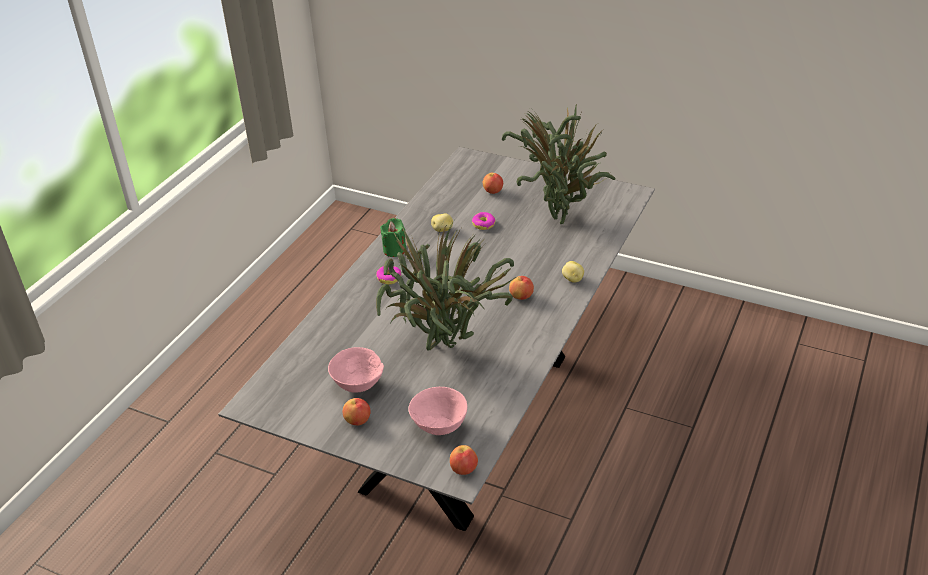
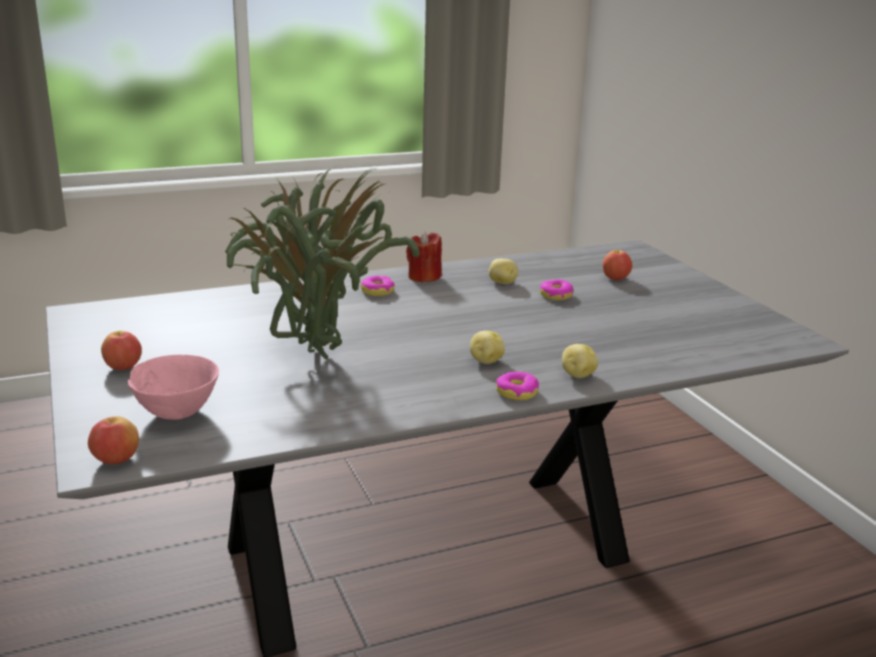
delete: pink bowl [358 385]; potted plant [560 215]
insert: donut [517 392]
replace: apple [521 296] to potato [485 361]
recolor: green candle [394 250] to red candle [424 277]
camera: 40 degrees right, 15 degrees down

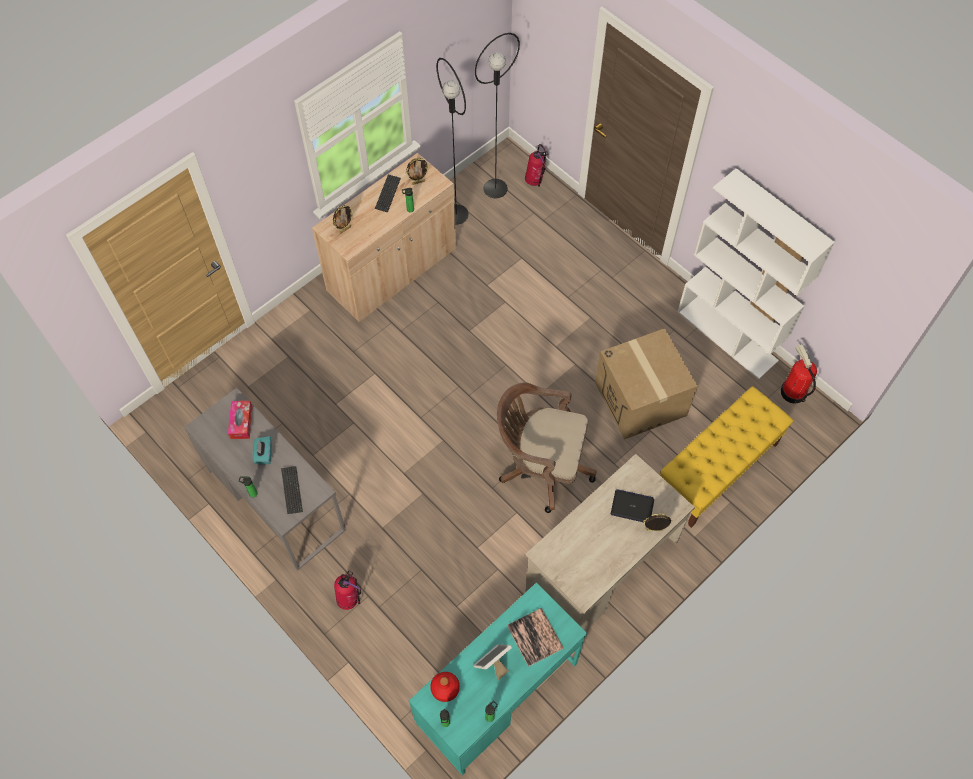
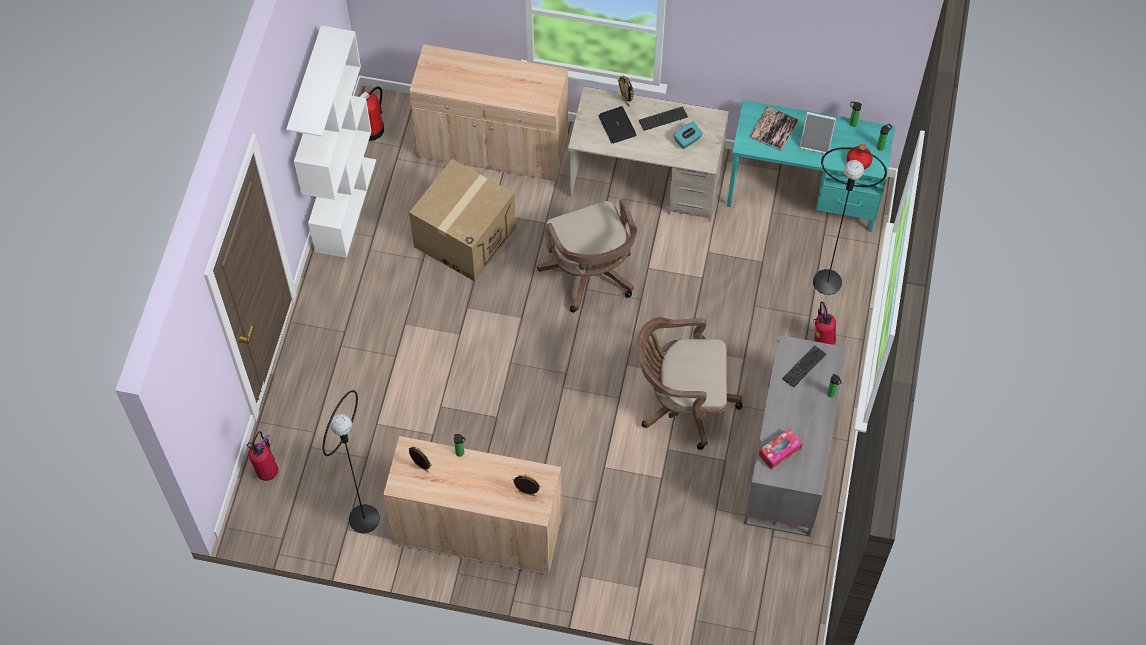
insert: brown office chair [682 402]
move: keyboard [388 194] to [663 119]; turquoise tissue box [264 454] to [687 140]; black floor lamp [495 188] to [827 282]
replace: yellow bench [716 470] to beige cabinet [493 148]
camera: 125 degrees left, 0 degrees up

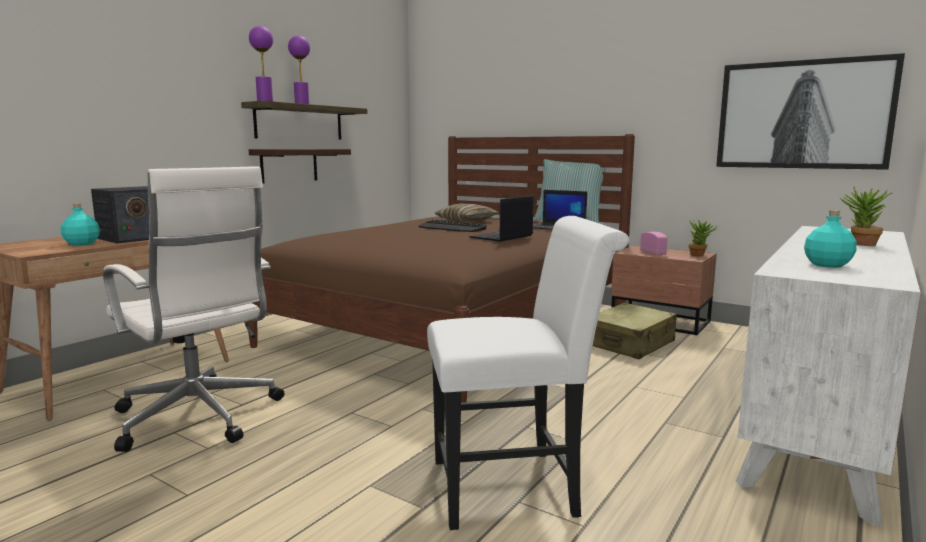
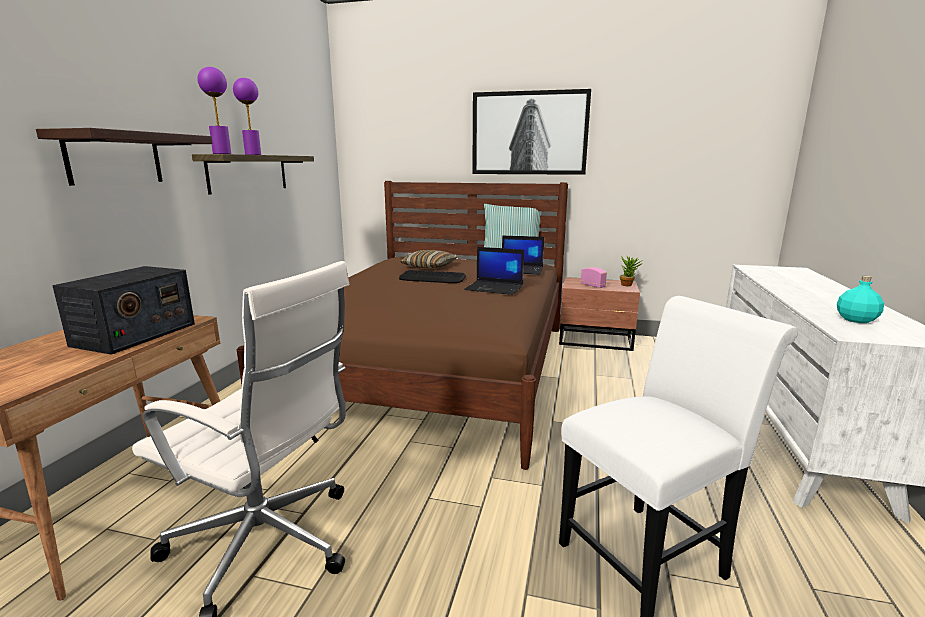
delete: turquoise bottle [81 244]; beige suitcase [630 343]; potted plant [860 244]
move: shelf [289 165] to [115 158]; picture [803 115] to [529 133]
rotate: laptop [501 237] = [495 288] 90 degrees counterclockwise
camera: 20 degrees left, 5 degrees up

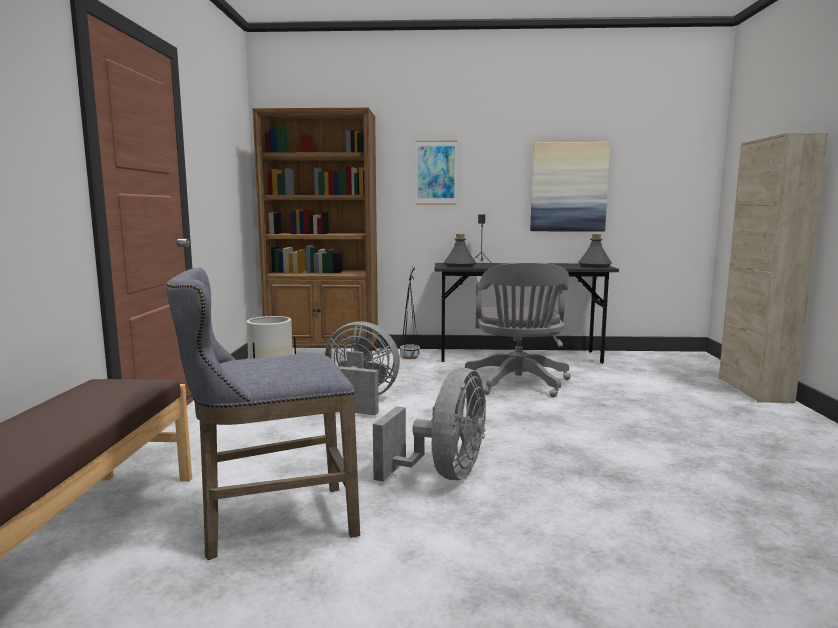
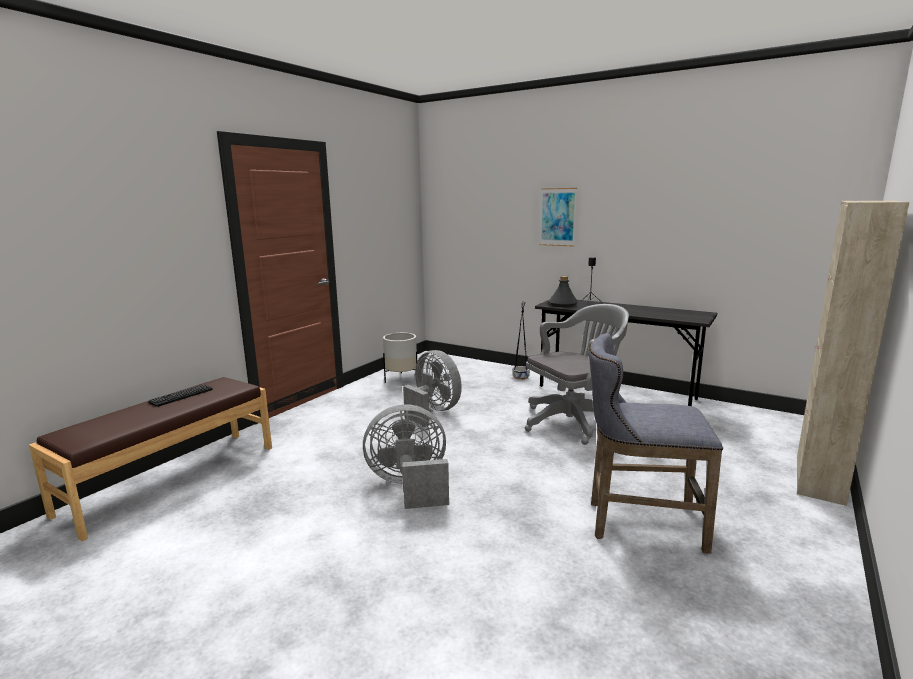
delete: brown bookcase [324 354]; picture [568 187]; grey bottle [594 266]
insert: keyboard [181 396]
move: grey stool [270 524] to [638 523]
rotate: grey fan [444 474] = [410 486] 150 degrees counterclockwise; grey office chair [518 384] = [574 421] 150 degrees counterclockwise
camera: 30 degrees right, 5 degrees up

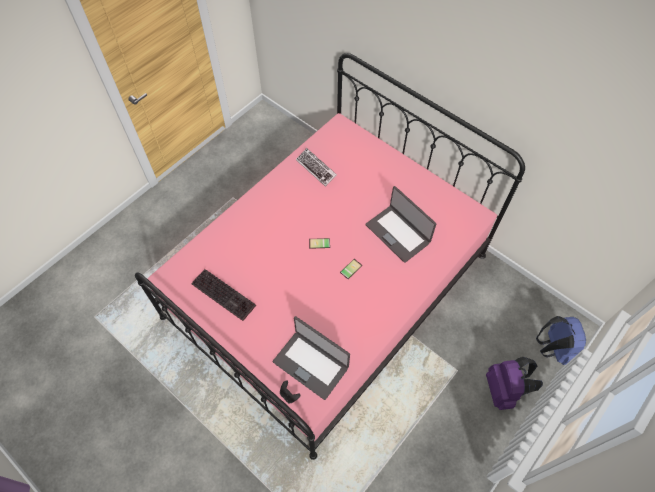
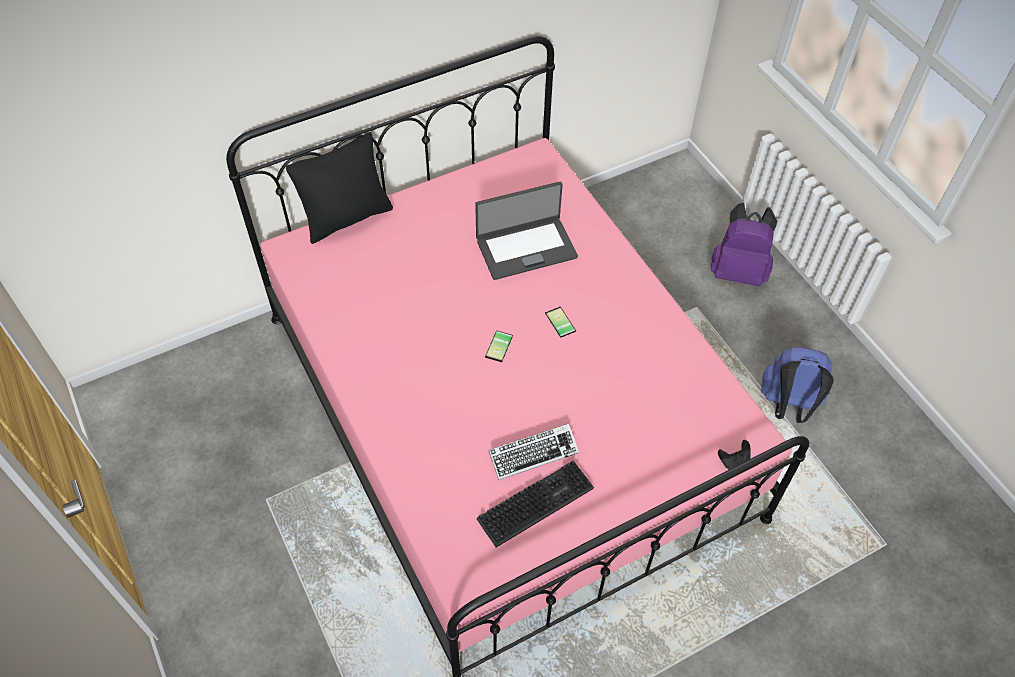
delete: laptop [311 364]
insert: black pillow [347 218]
move: keyboard [316 169] to [533 454]; blue backpack [553 348] to [788 405]
camera: 70 degrees left, 5 degrees down

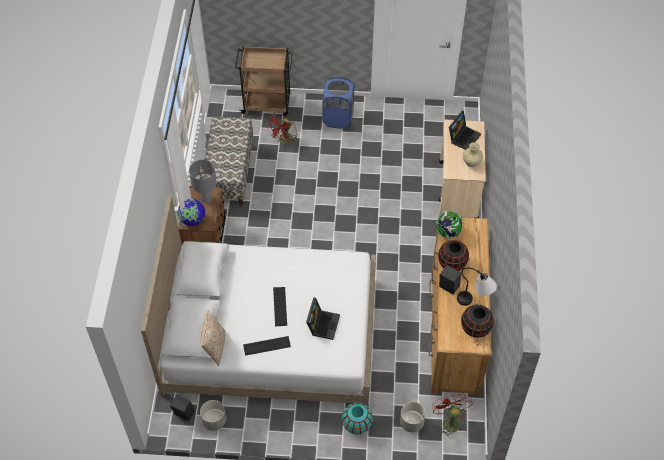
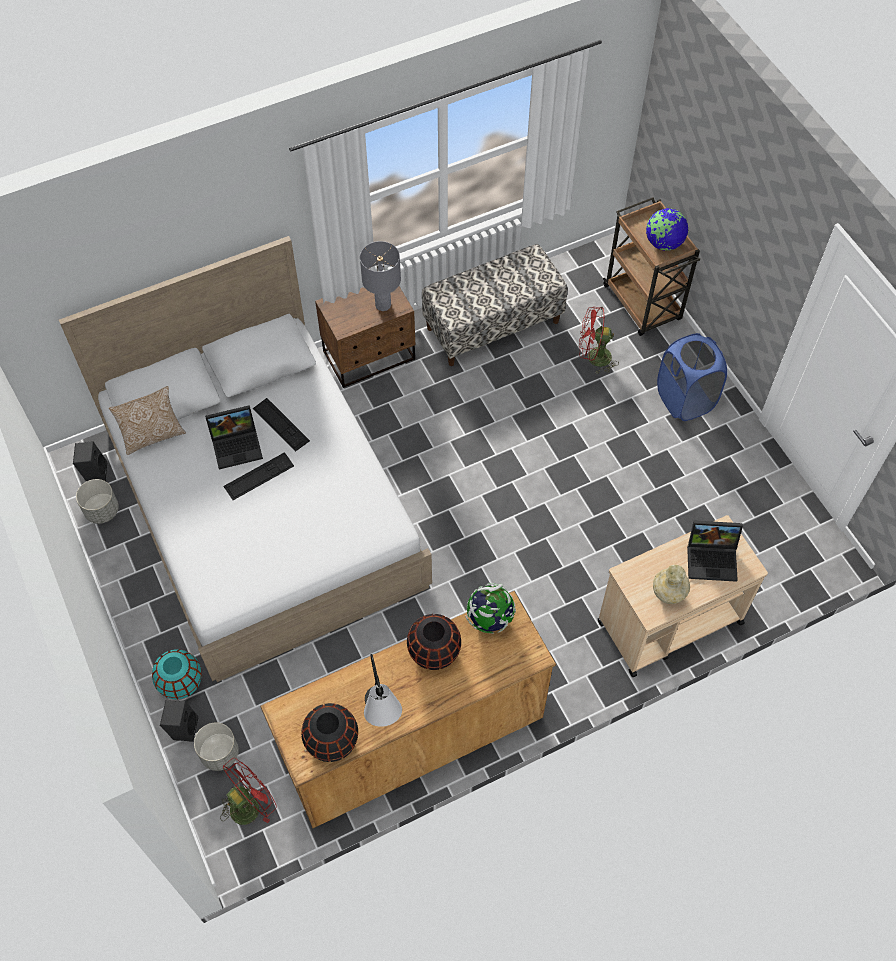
move: black speaker [447 287] to [183 727]; laptop [322 323] to [238 445]; keyboard [267 346] to [281 424]; globe [192 220] to [663 243]
camera: 60 degrees right, 5 degrees up

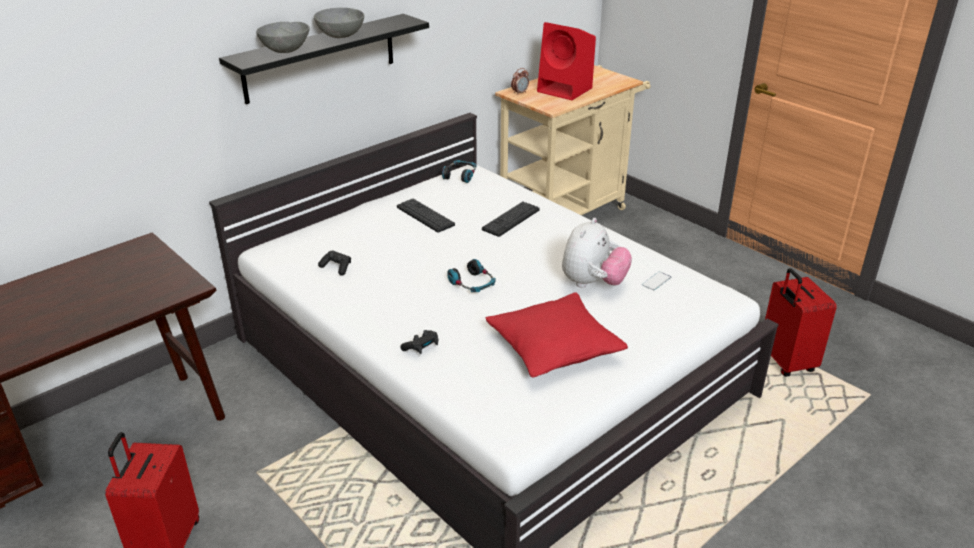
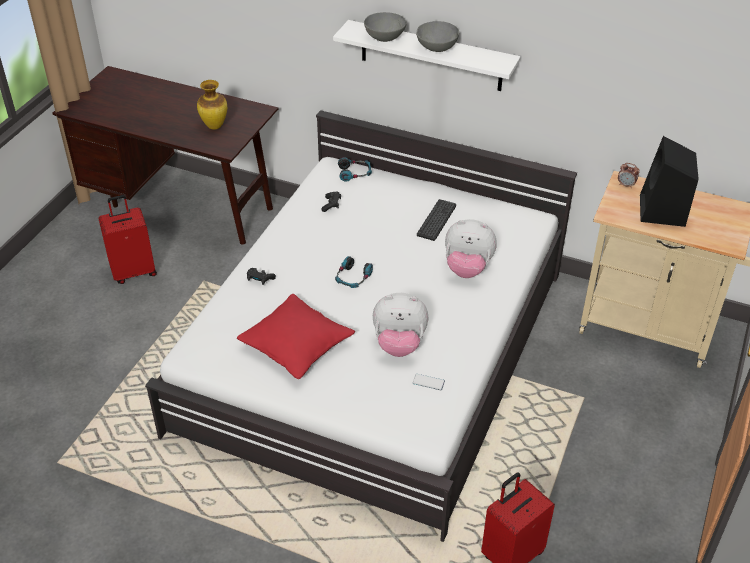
insert: vase [215 126]
move: headphones [460 175] to [355 173]
replace: keyboard [511 219] to plush toy [467 268]
recolor: black shelf [320 58] to white shelf [431 56]; red speaker [566 90] to black speaker [662 211]
camera: 65 degrees right, 10 degrees up

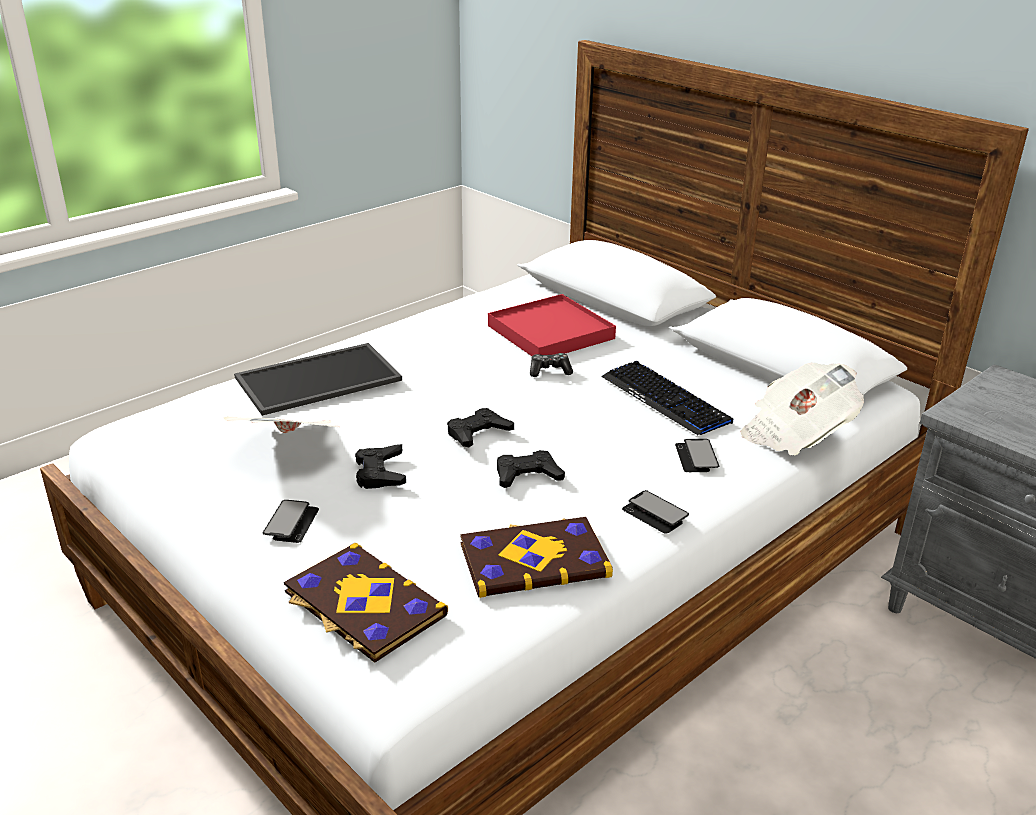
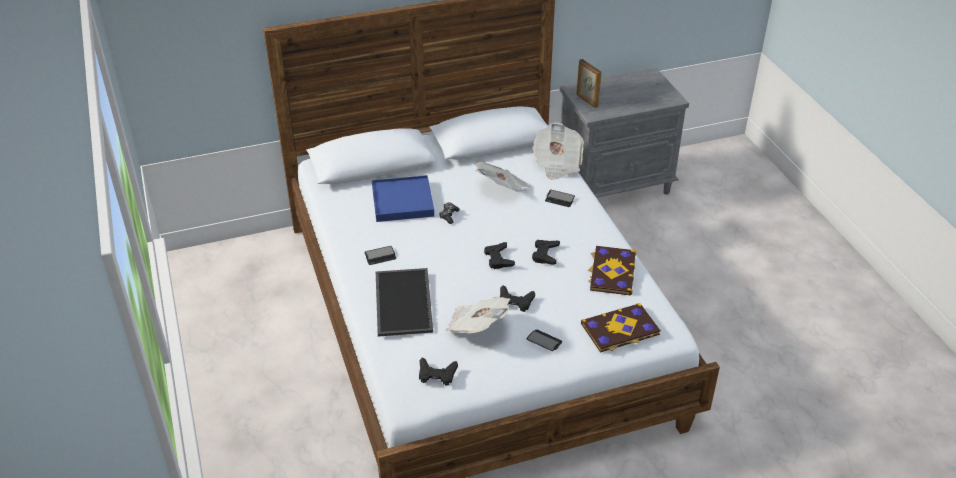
insert: black game controller [437 374]; picture frame [586 101]
move: phone [655 513] to [380 256]
replace: keyboard [665 400] to newspaper [503 189]
recolor: red tray [551 332] to blue tray [402 201]
camera: 65 degrees left, 10 degrees up

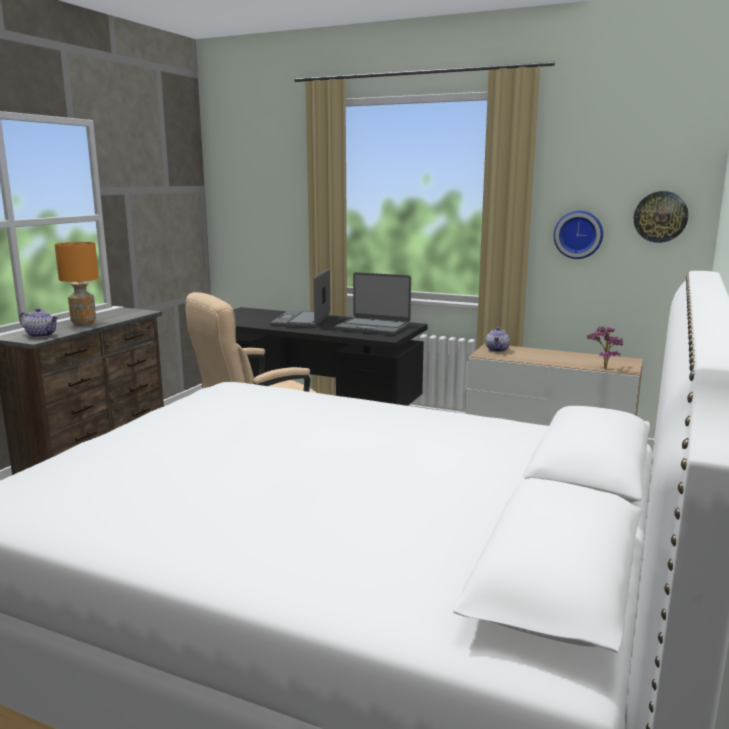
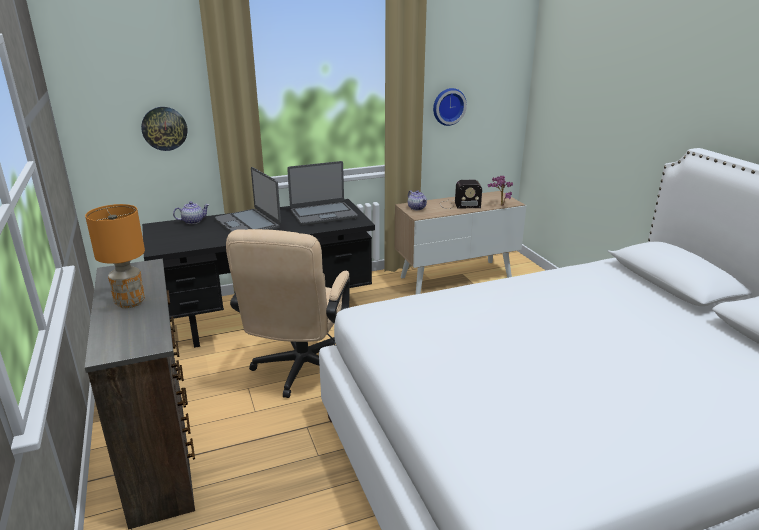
insert: radio [458 205]
move: wall clock [660 217] to [164 128]; teapot [41 335] to [193 221]
camera: 45 degrees left, 10 degrees up

